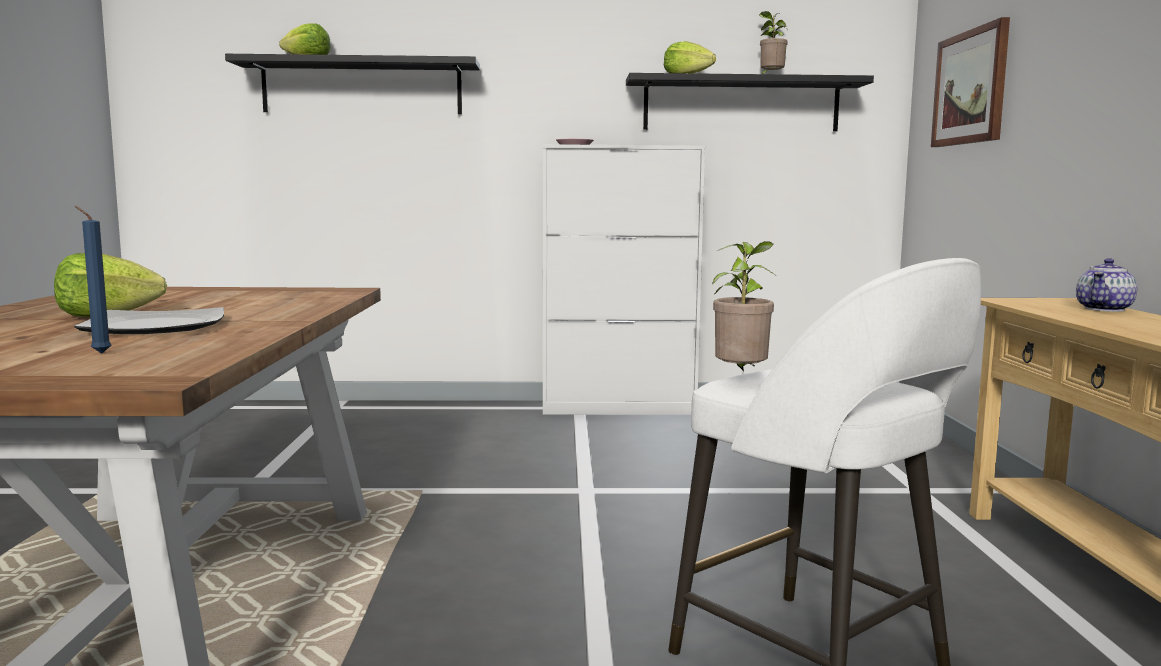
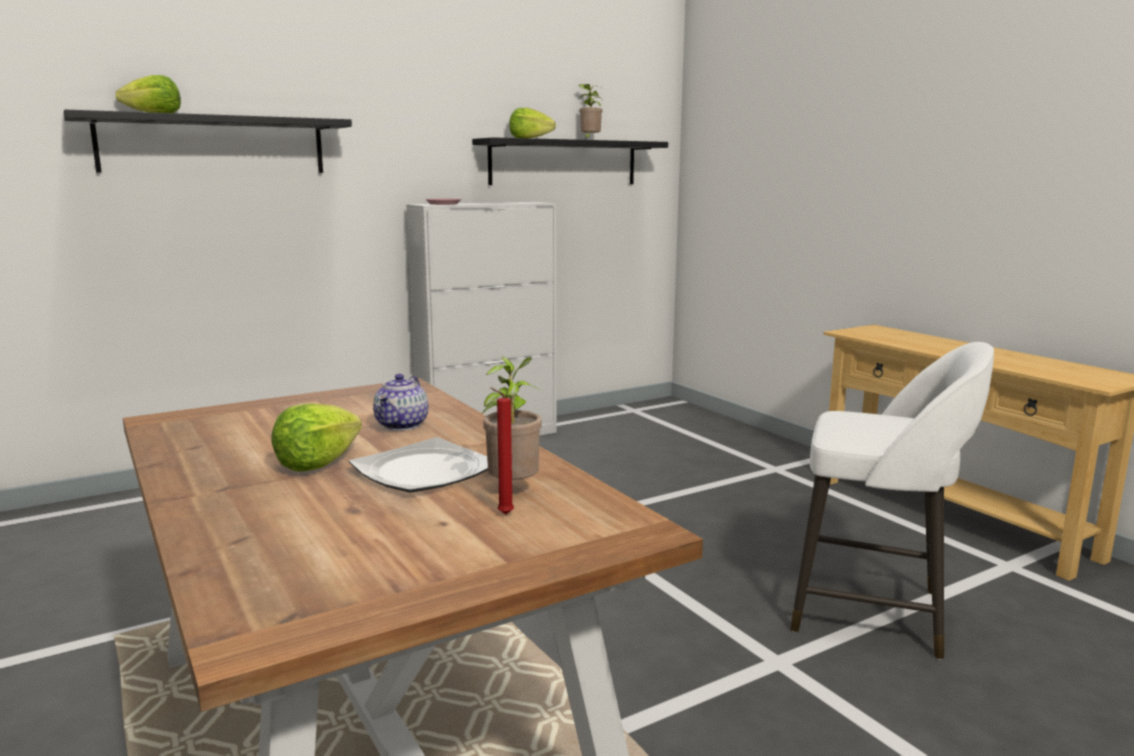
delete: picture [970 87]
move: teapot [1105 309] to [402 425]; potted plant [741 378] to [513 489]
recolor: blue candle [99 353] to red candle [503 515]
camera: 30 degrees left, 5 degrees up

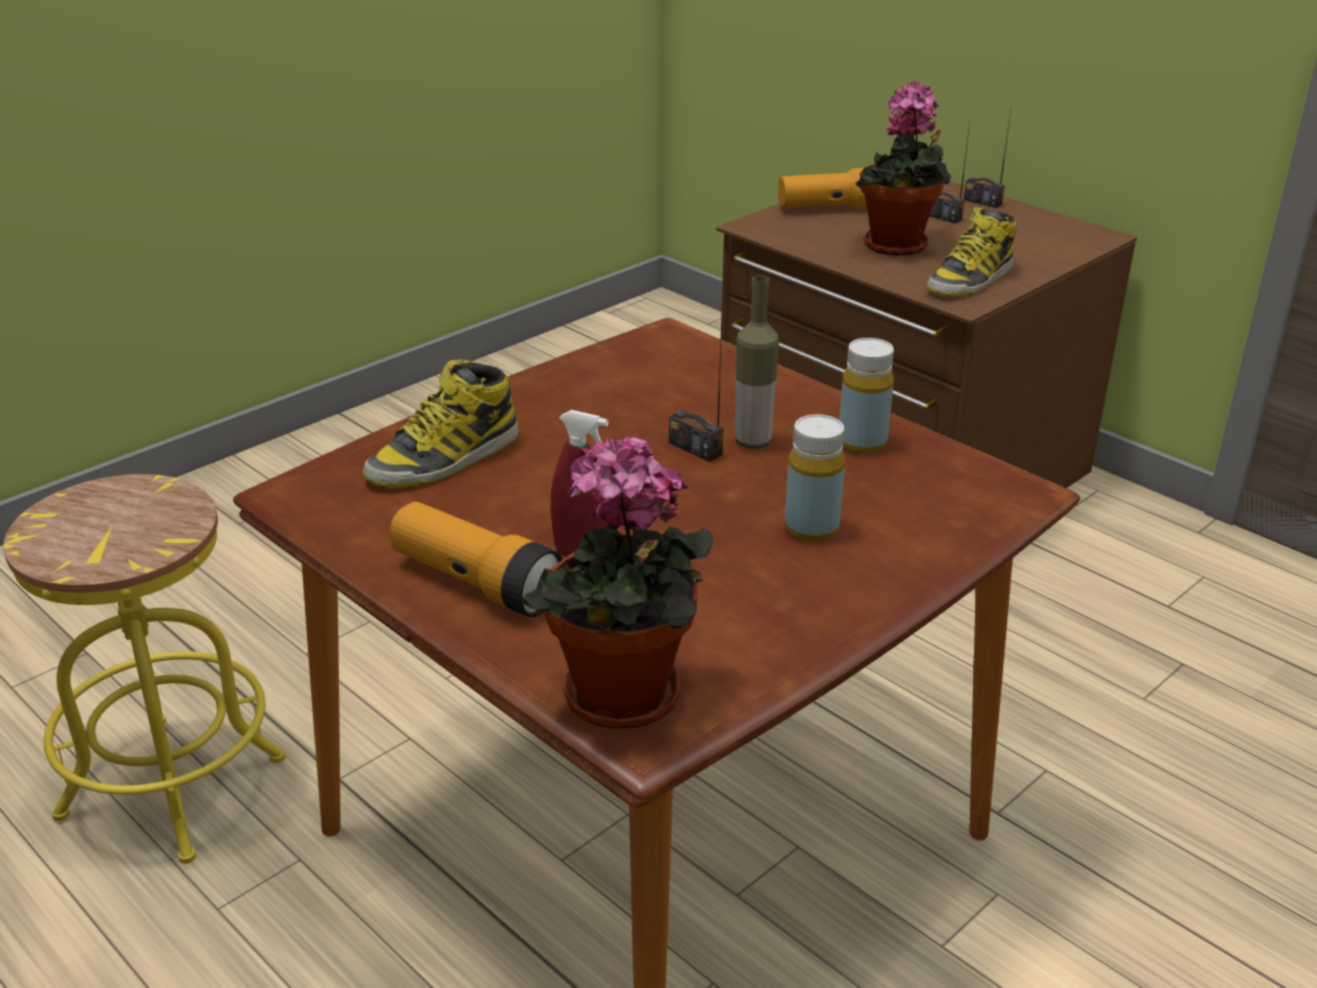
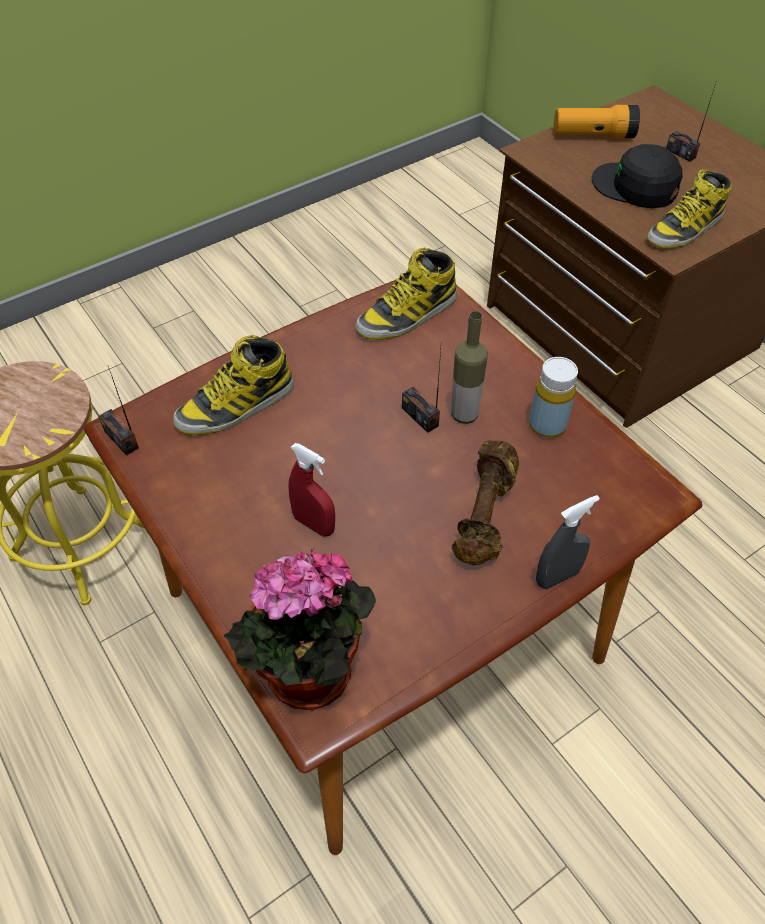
delete: flashlight [475 583]
insert: boot [407 315]; grey spray bottle [557 577]
move: radio [982 202] to [121 439]
replace: yellow bottle [811 528] to brown dumbbell [486 515]; potted plant [897 248] to black cap [636 186]
camera: 10 degrees right, 20 degrees up

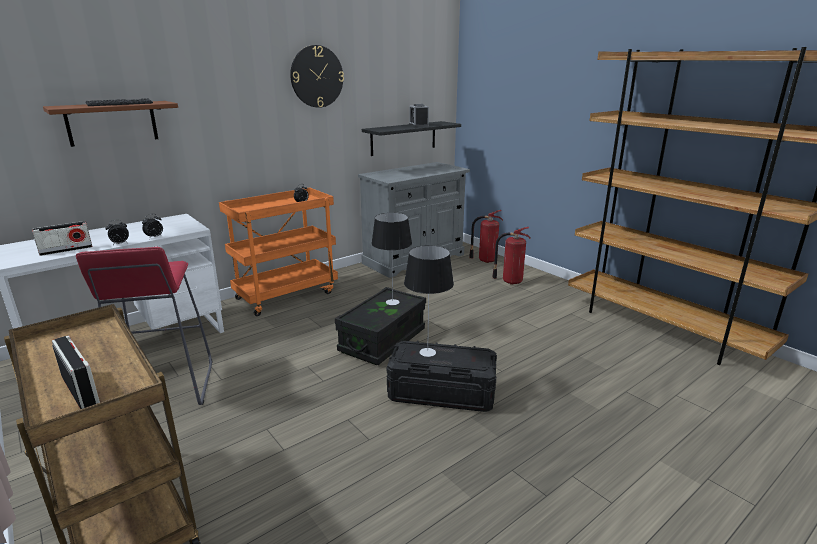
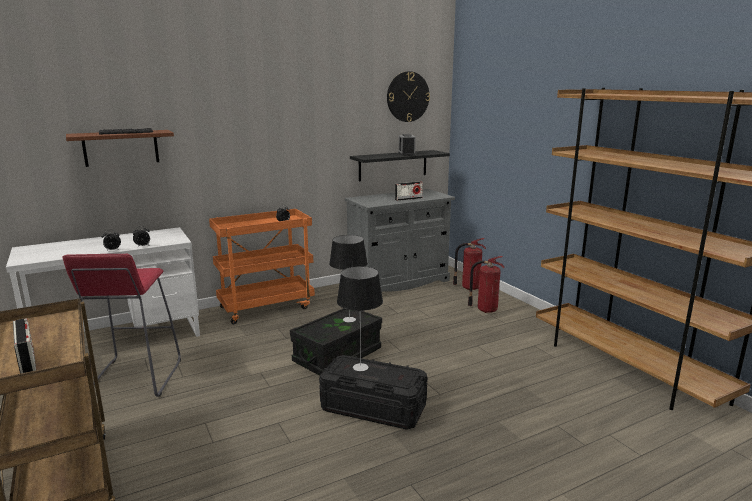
move: wall clock [317 76] to [408 97]; radio [66 250] to [408 199]
camera: 10 degrees right, 5 degrees down

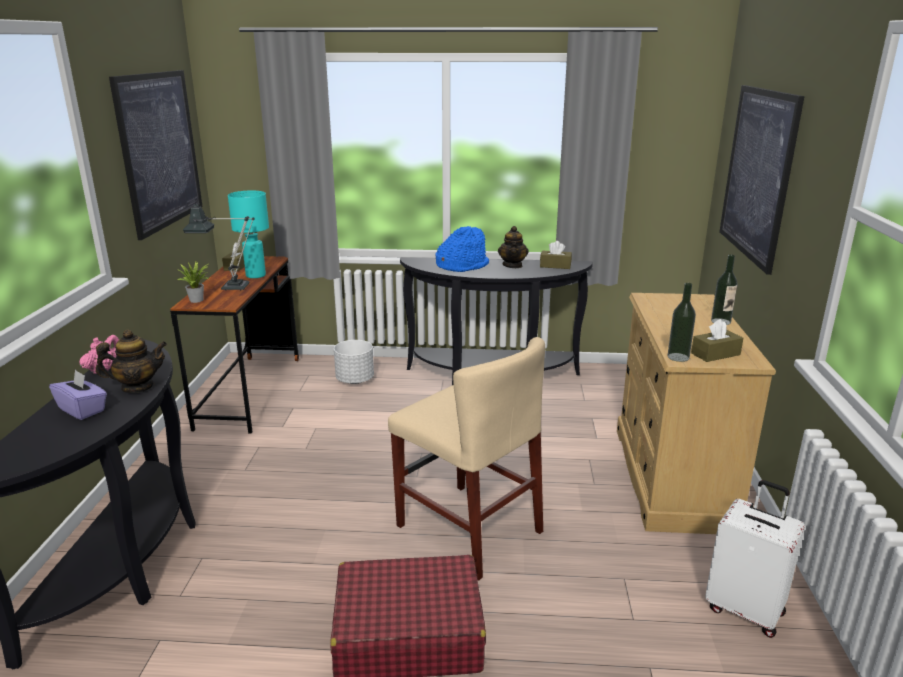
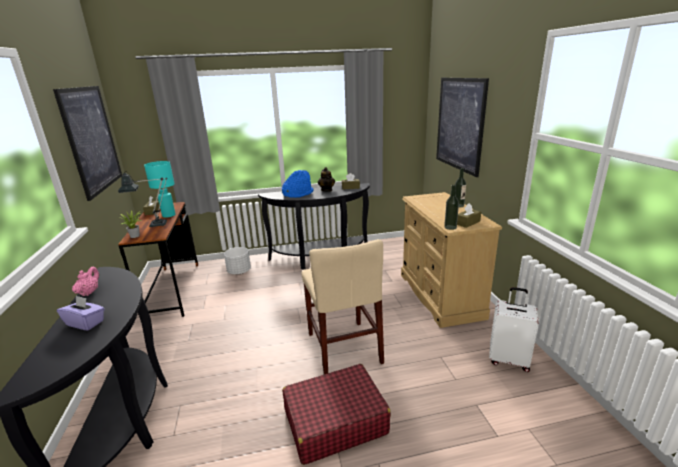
delete: teapot [137 387]
rotate: beige chair [468 528] = [344 347] 45 degrees clockwise
camera: 15 degrees left, 0 degrees up

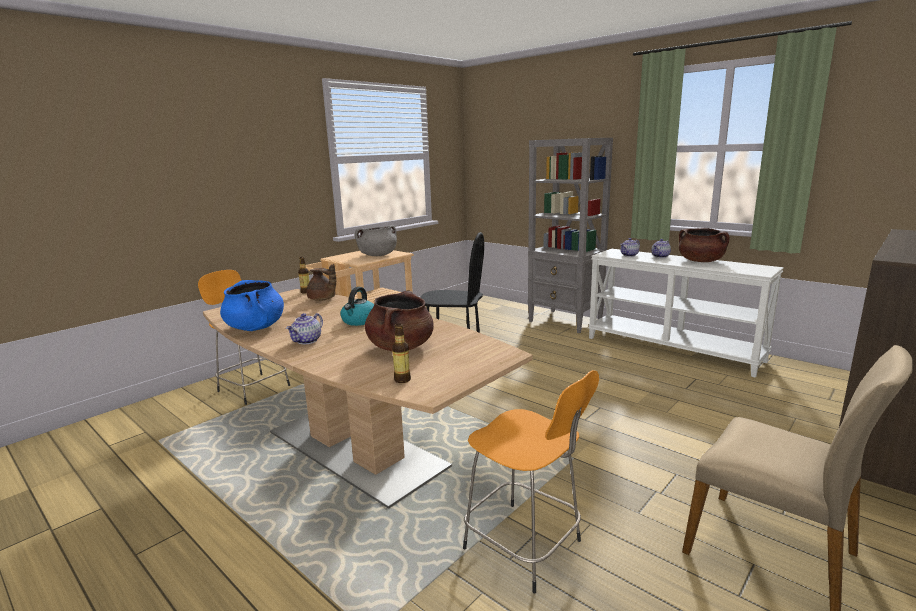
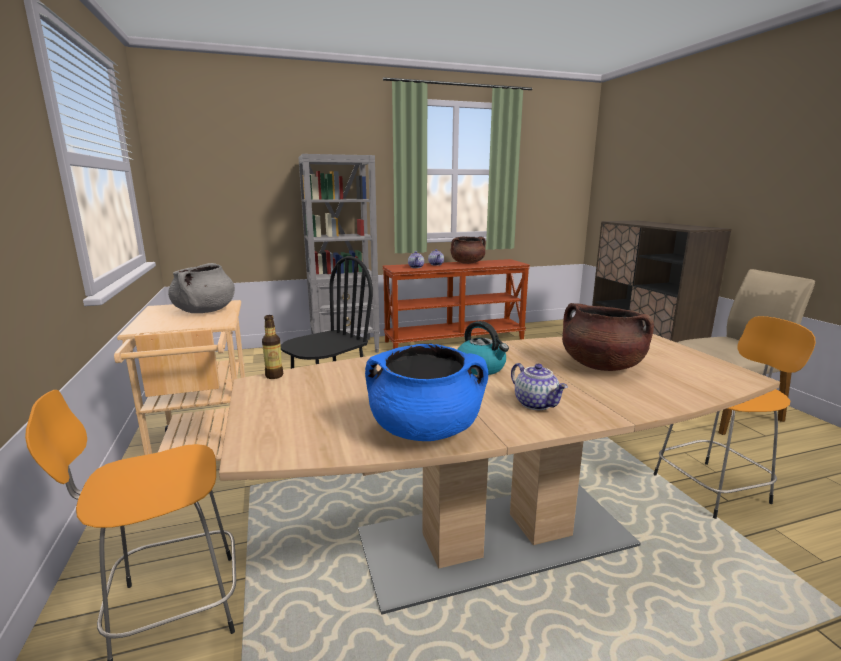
delete: brown teapot [322 299]; bottle [402 380]
recolor: white console table [673 349] to brown console table [454 340]
camera: 60 degrees left, 0 degrees up

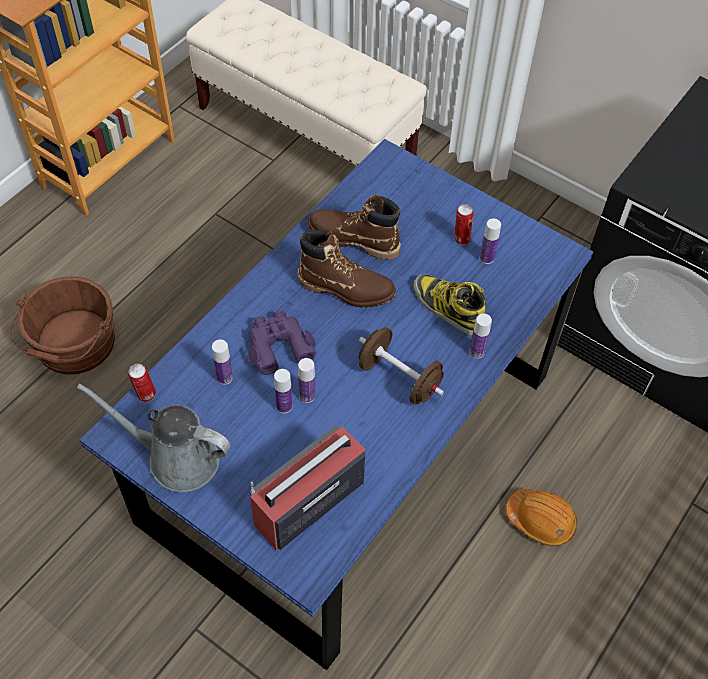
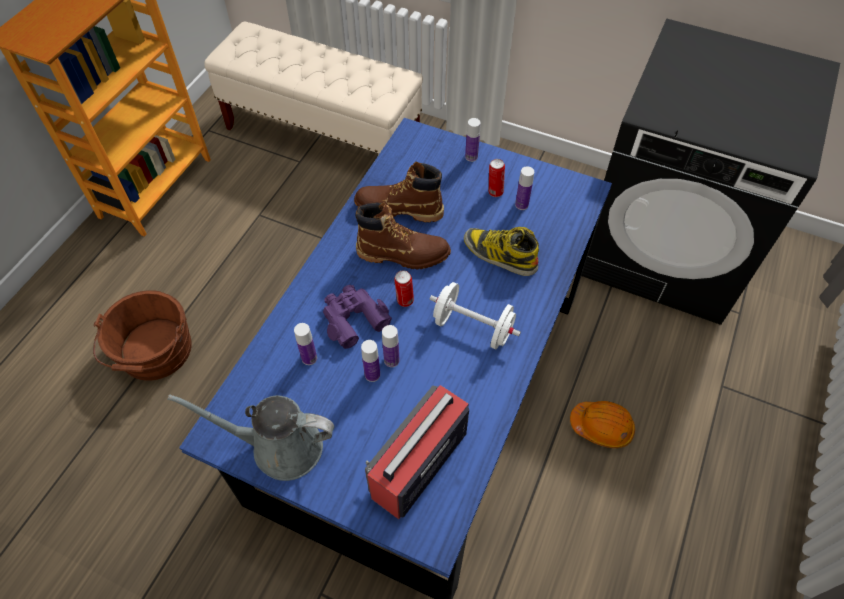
move: can [145 395] to [404 301]; bottle [476 352] to [471 157]
recolor: brown dumbbell [399 378] to white dumbbell [473 327]
camera: 10 degrees left, 0 degrees up

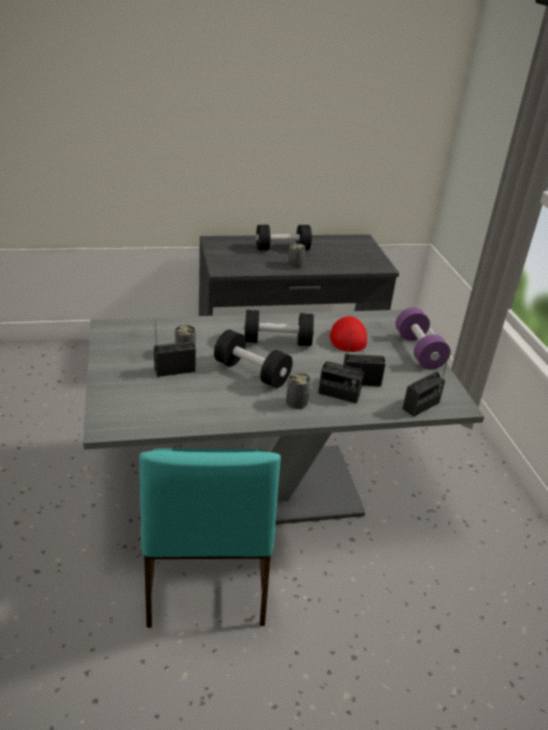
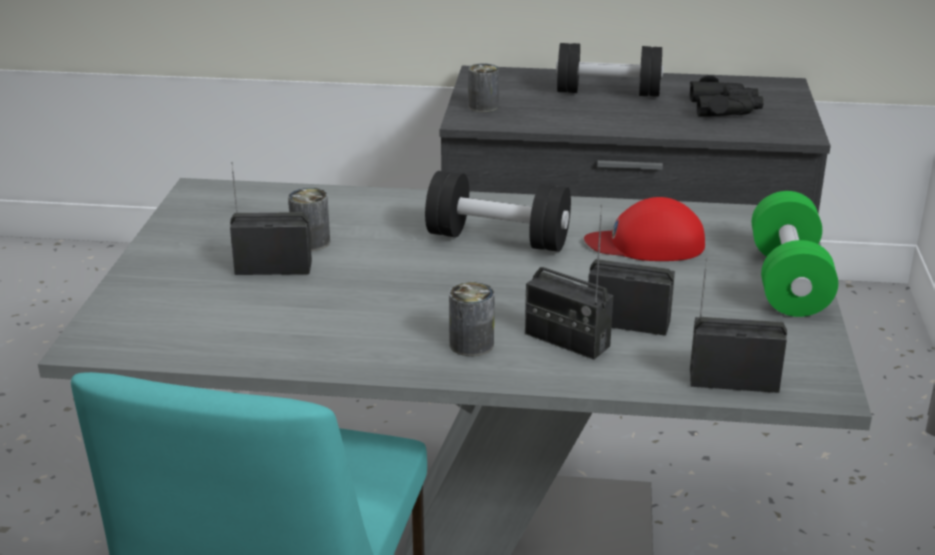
delete: black dumbbell [251 372]
insert: black binoculars [725 108]
move: can [295 265] to [483 106]
recolor: purple dumbbell [418 351] to green dumbbell [788 281]
rotate: red cap [347 337] = [646 244] 105 degrees counterclockwise; radio [421 406] = [733 380] 150 degrees counterclockwise
camera: 20 degrees right, 5 degrees down

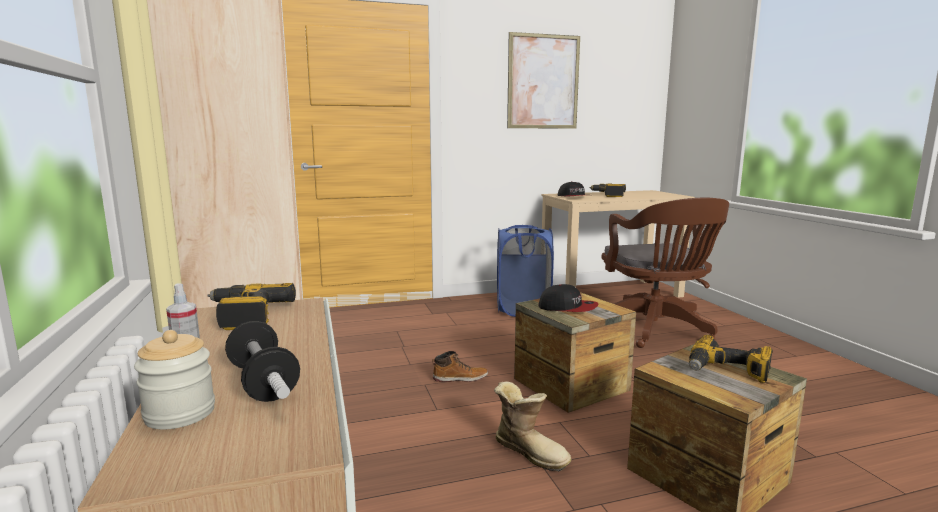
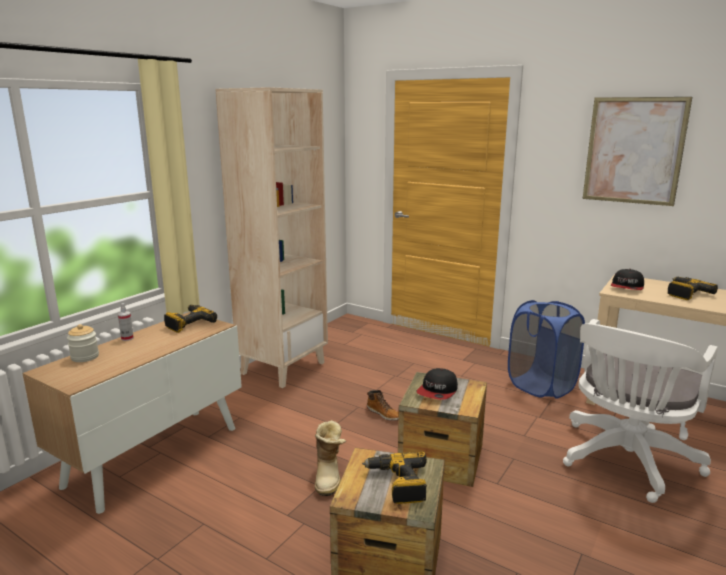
delete: dumbbell [263 383]
recolor: brown office chair [656 330] to white office chair [625 462]
rotate: cap [568 308] = [438 391] 45 degrees clockwise
camera: 50 degrees right, 5 degrees up

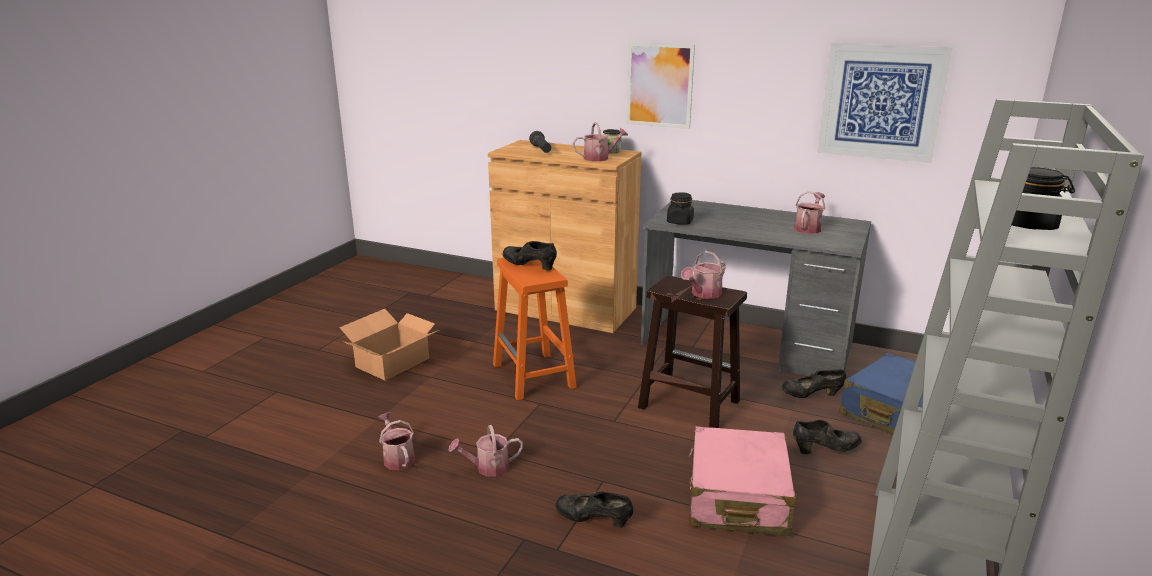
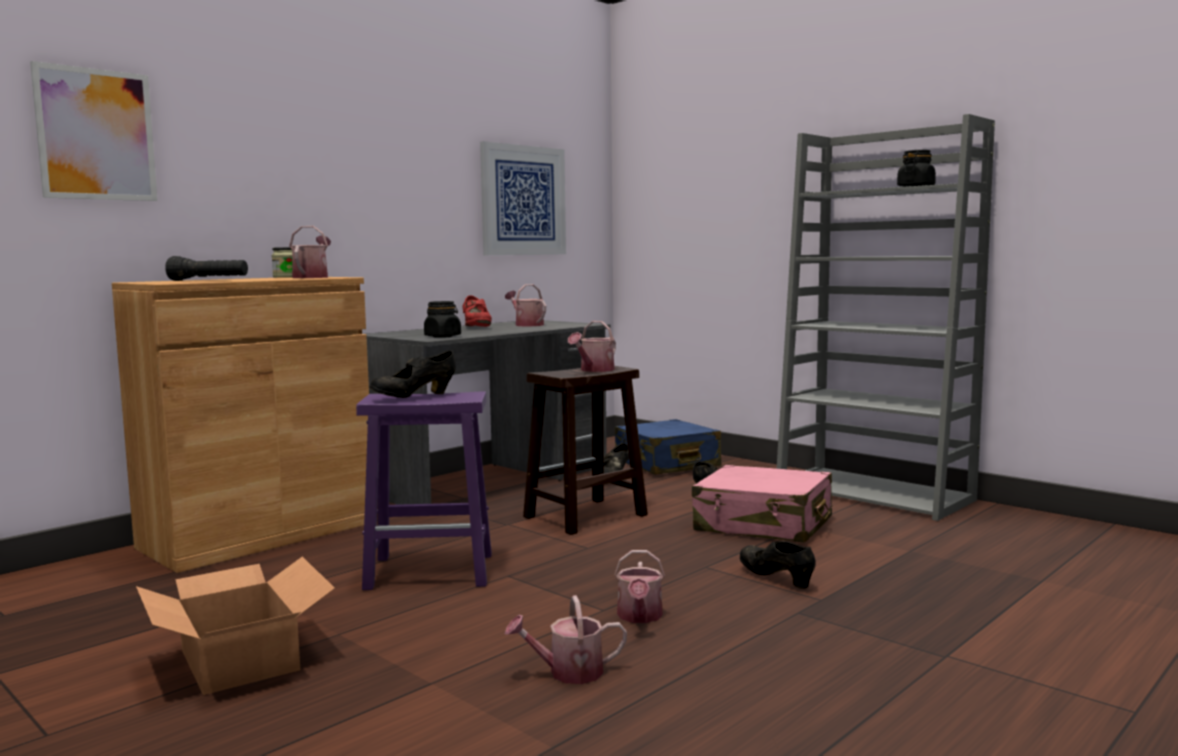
insert: red shoe [476 327]
move: picture [659 85] to [96 134]
recolor: orange stool [534 376] to purple stool [432 571]
rotate: watering can [703 294] = [594 370] 60 degrees clockwise; black shoe [593 521] = [776 579] 105 degrees clockwise
camera: 70 degrees left, 15 degrees down

